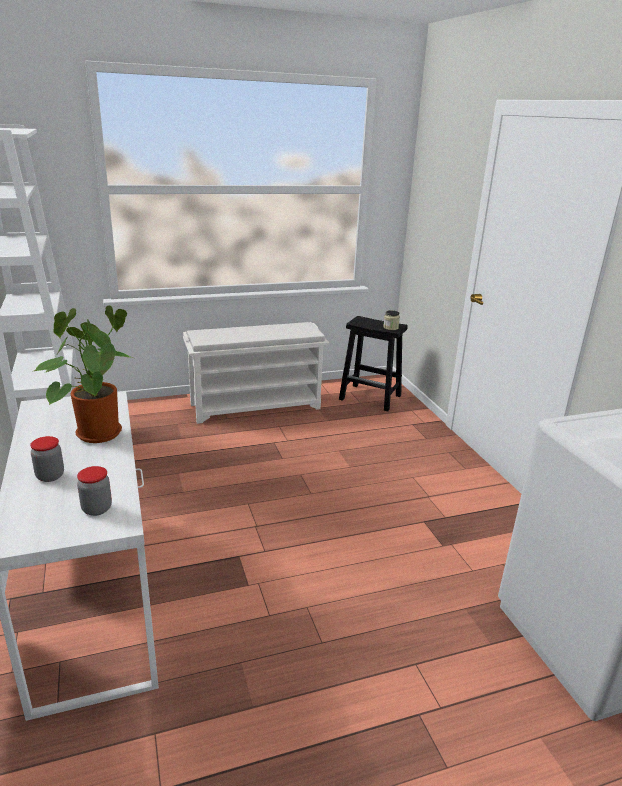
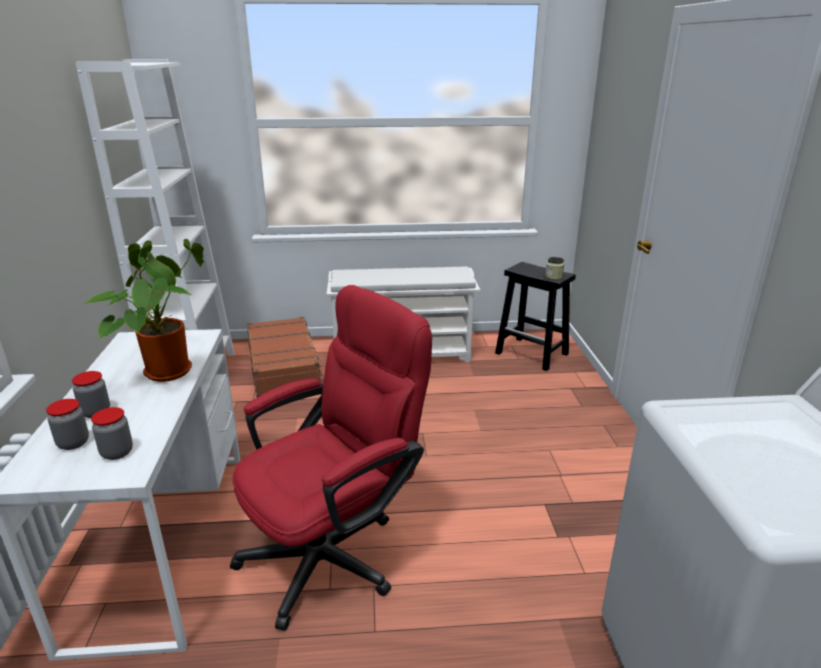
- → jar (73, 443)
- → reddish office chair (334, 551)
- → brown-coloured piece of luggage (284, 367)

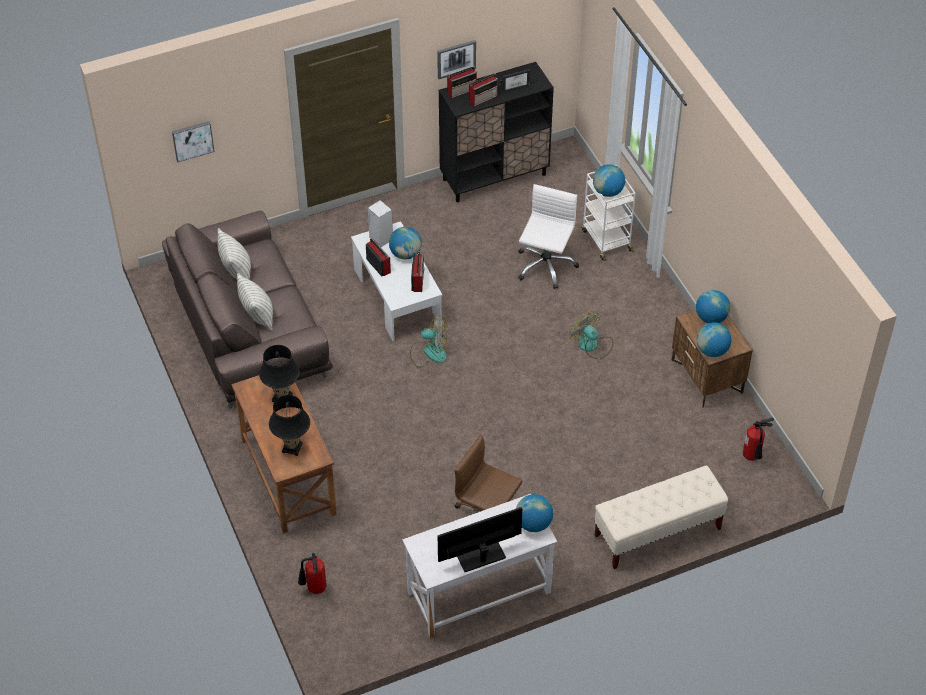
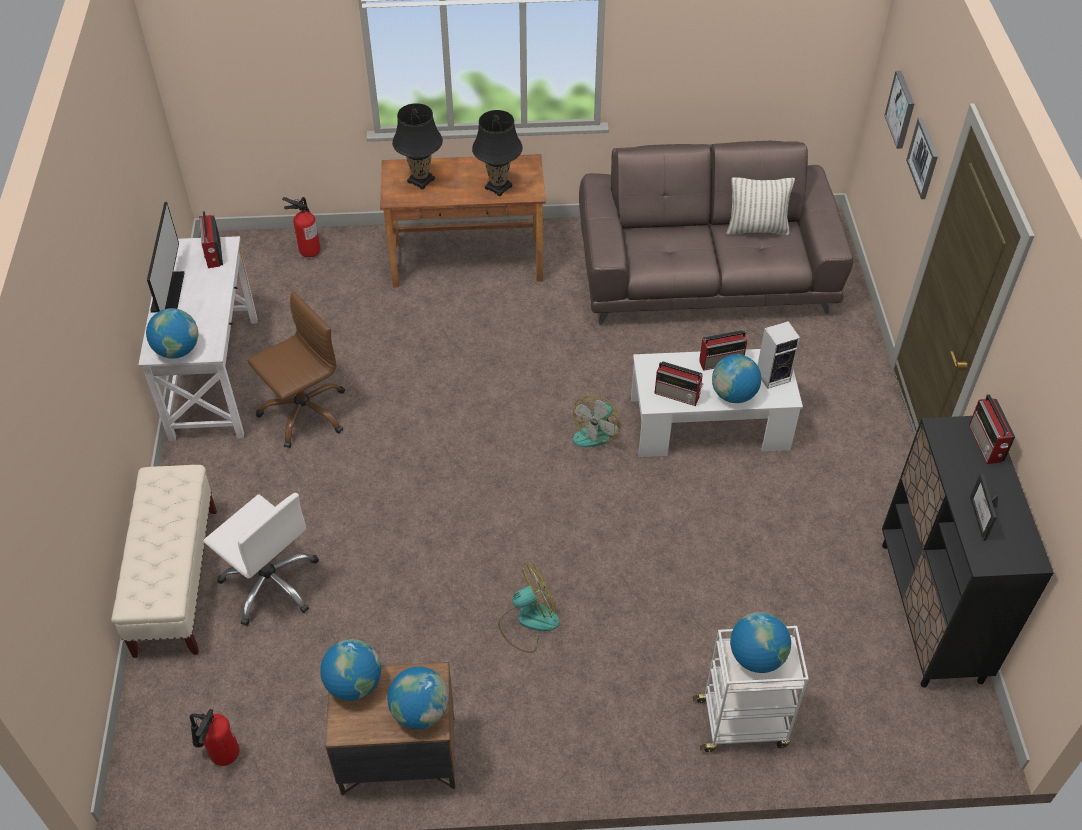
radio set (484, 98) → radio set (213, 254), move
white office chair (545, 265) → white office chair (271, 583), move
picture (456, 58) → picture (923, 158), move
cushion (257, 316) → -

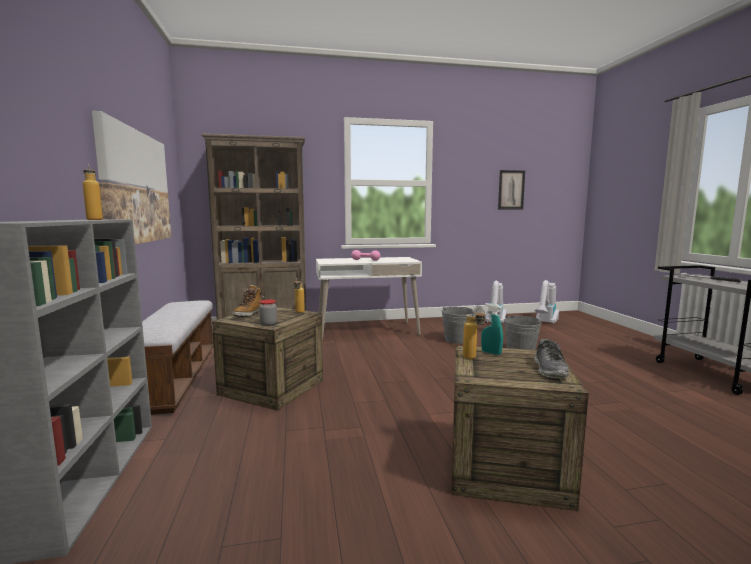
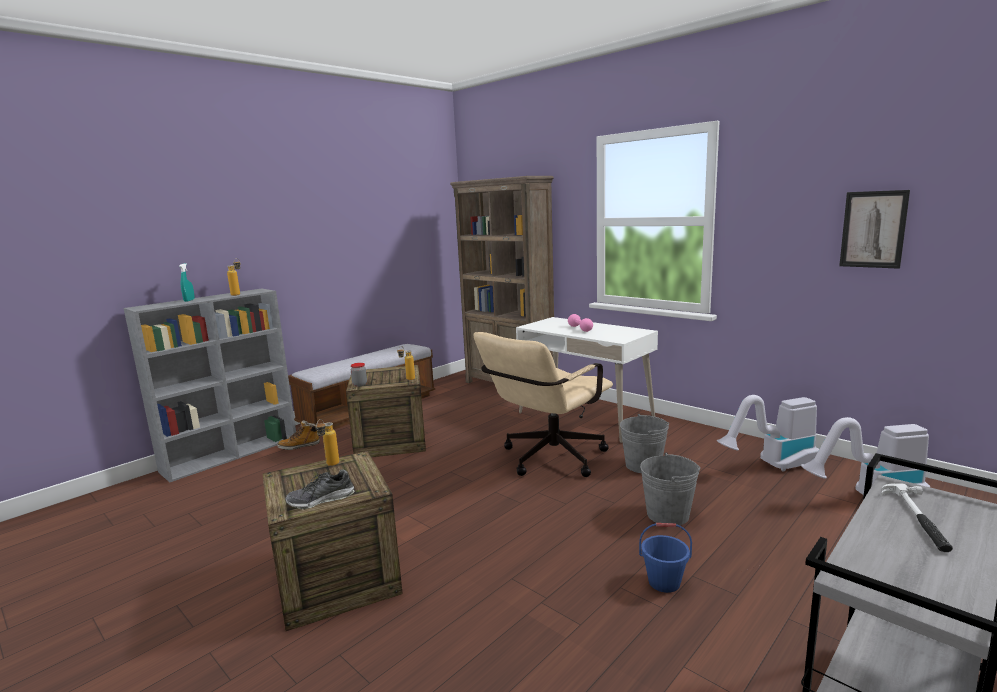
blue-green spray bottle (491, 353) → blue-green spray bottle (189, 300), move
boot (248, 314) → boot (299, 446), move
- → beige-coloured office chair (547, 460)
- → bluish pail (664, 582)
picture (135, 187) → -

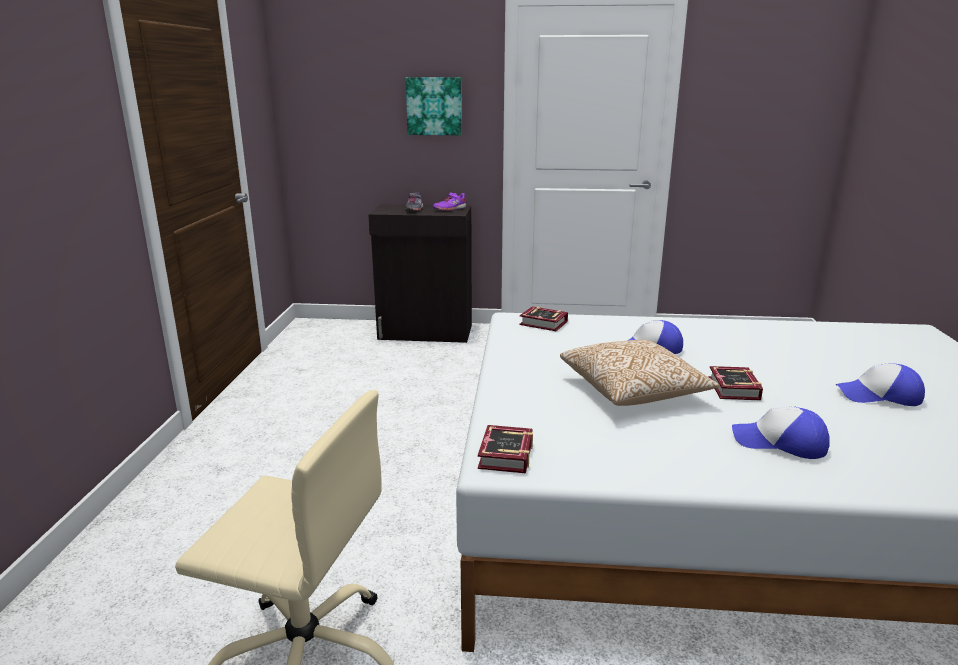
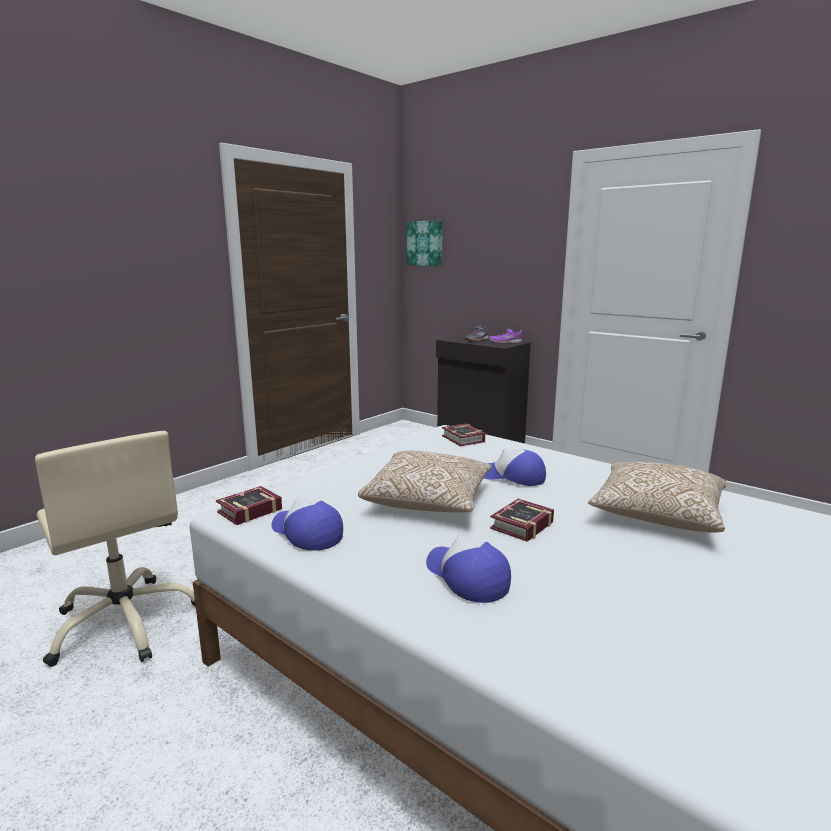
baseball cap (879, 396) → baseball cap (306, 533), move
picture (434, 106) → picture (425, 243), move
- → cushion (657, 514)

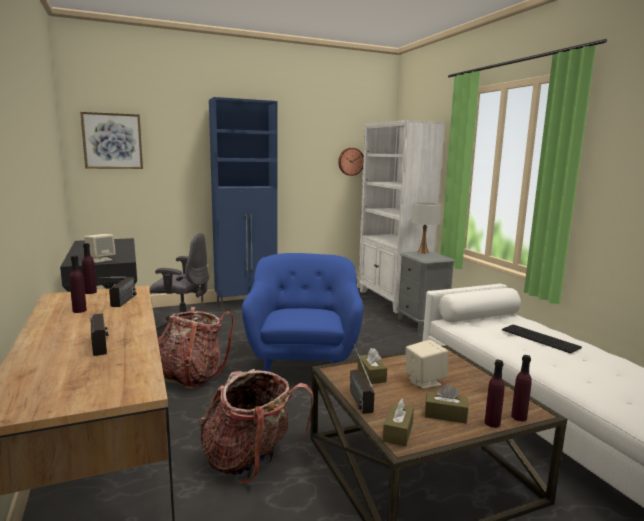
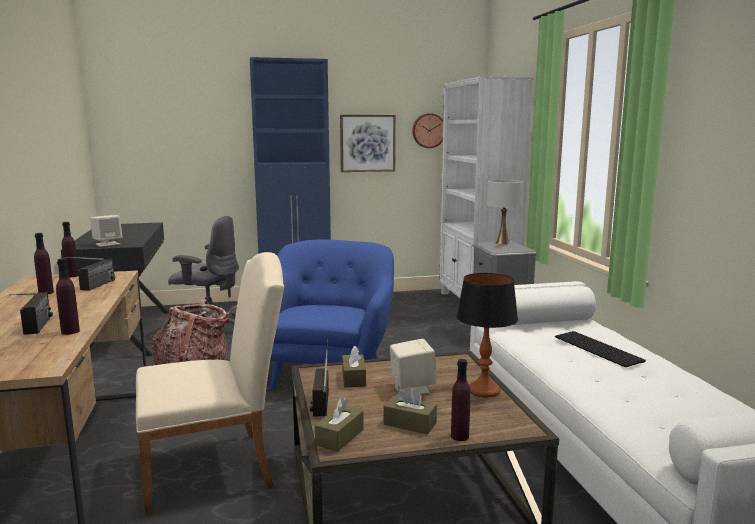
purple-coloured bottle (519, 417) → purple-coloured bottle (70, 331), move
rucksack (251, 460) → beige-coloured chair (217, 468)
picture (112, 141) → picture (367, 143), move
- → lamp for a table (484, 391)

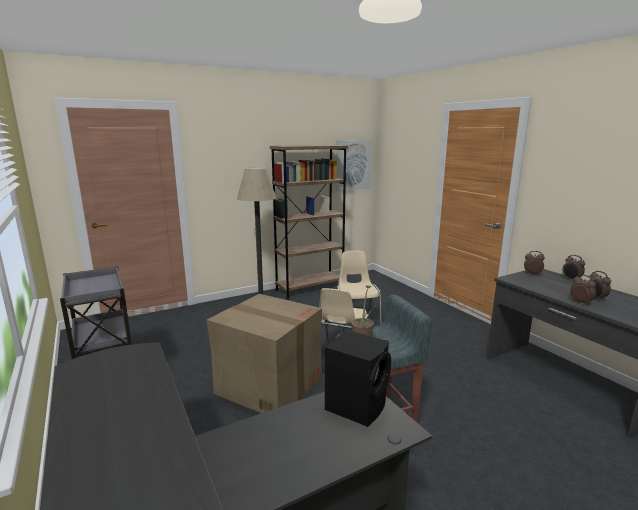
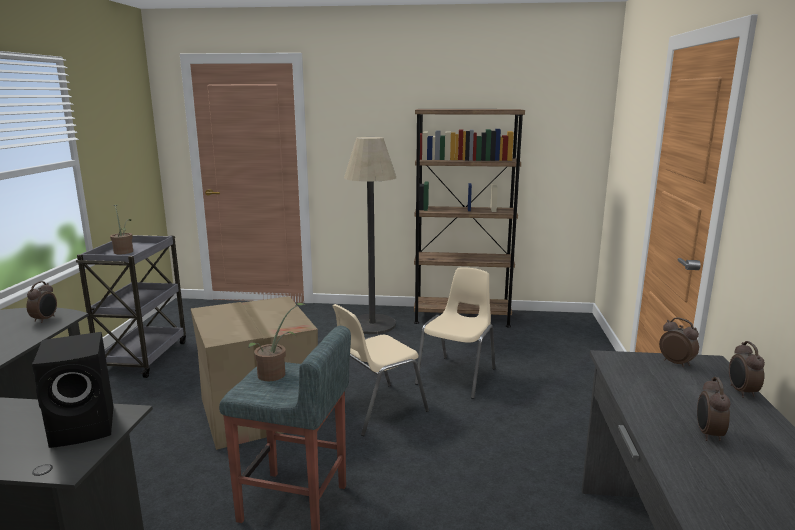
alarm clock (580, 303) → alarm clock (45, 319), move
- → plant in a pot (124, 251)
picture (353, 165) → -

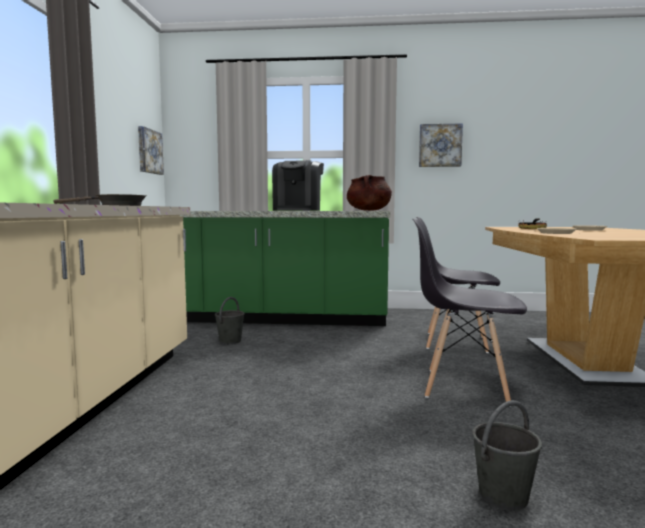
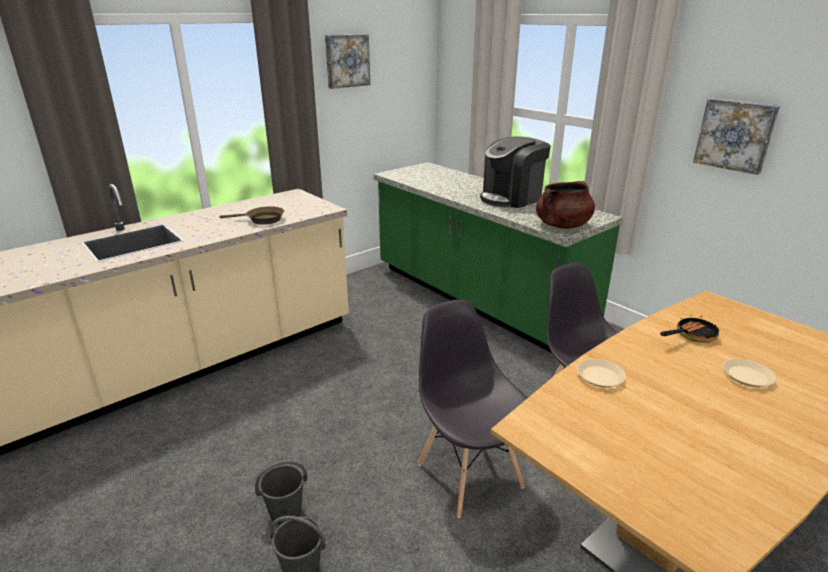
greyish pail (230, 341) → greyish pail (286, 511), move
picture (149, 151) → picture (346, 61), move

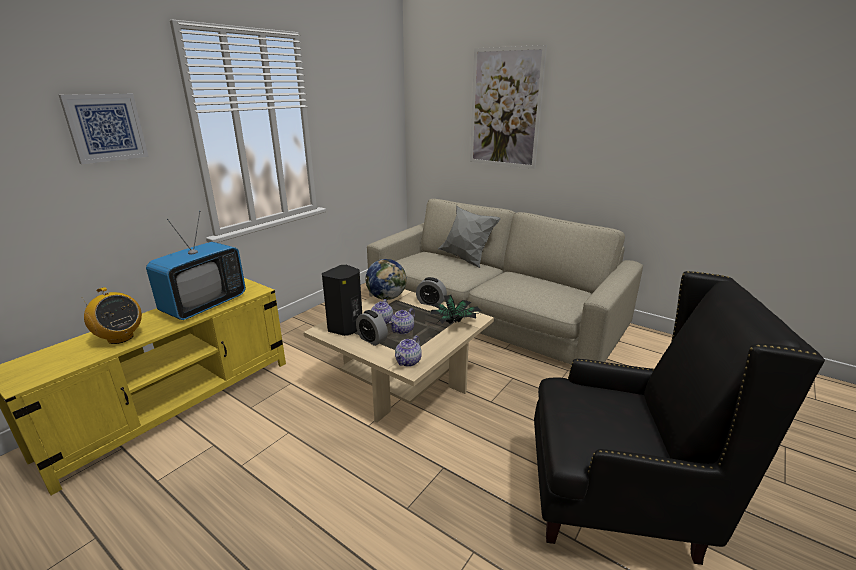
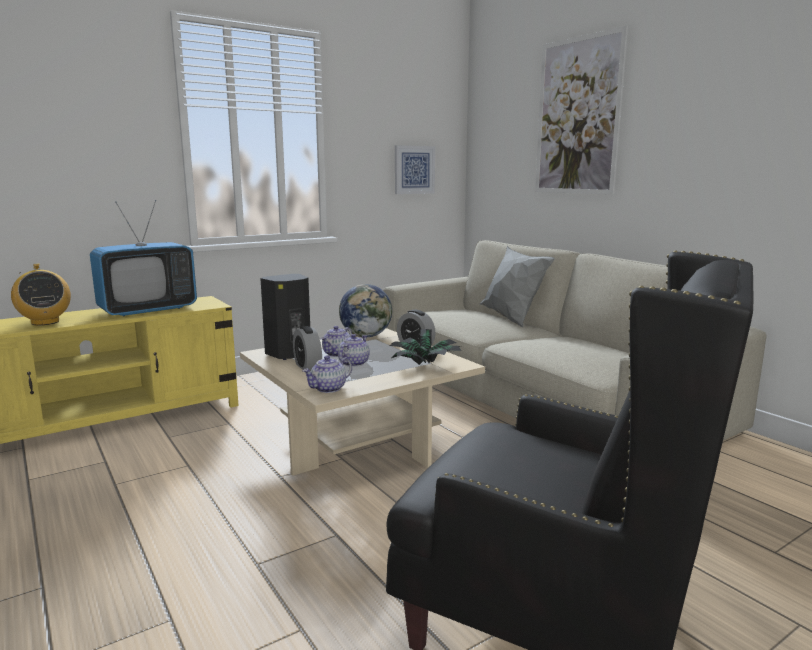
teapot (403, 330) → teapot (353, 363), 150 degrees clockwise
picture (105, 127) → picture (414, 170), move

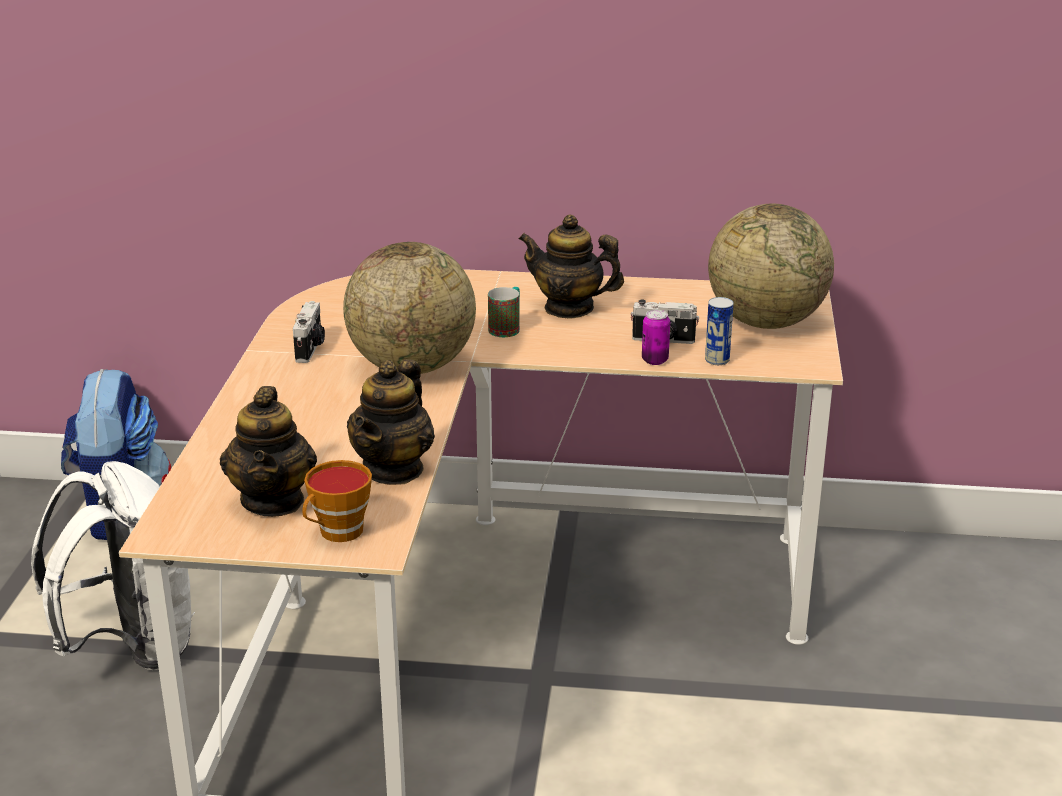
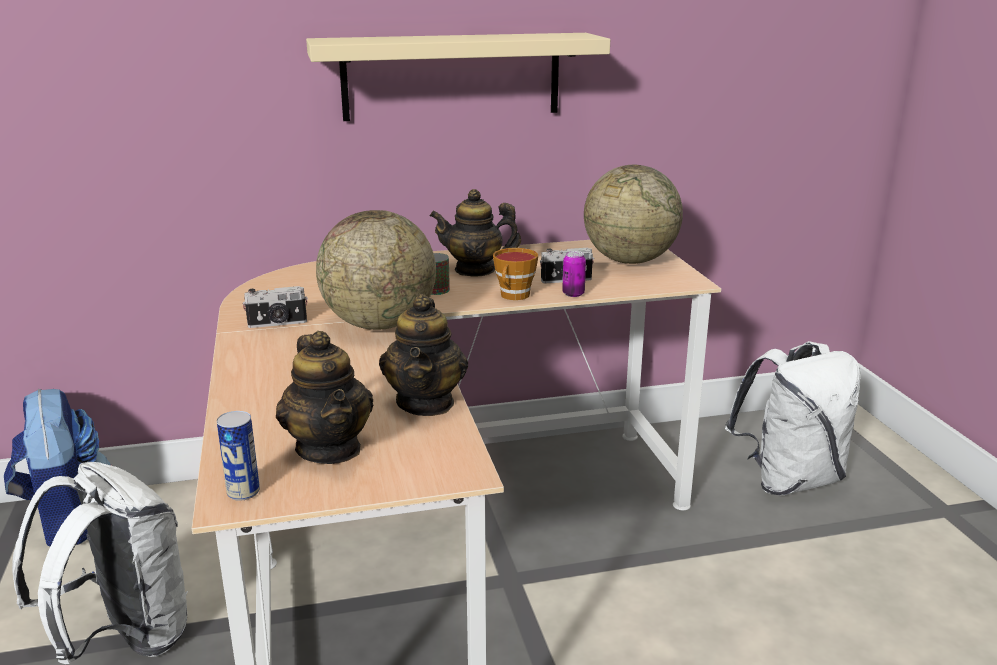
can (717, 360) → can (243, 492), move
photo camera (310, 348) → photo camera (277, 323), 90 degrees clockwise
- → beige-coloured wall shelf (451, 76)
cup (337, 533) → cup (514, 296), move
- → white rucksack (789, 479)

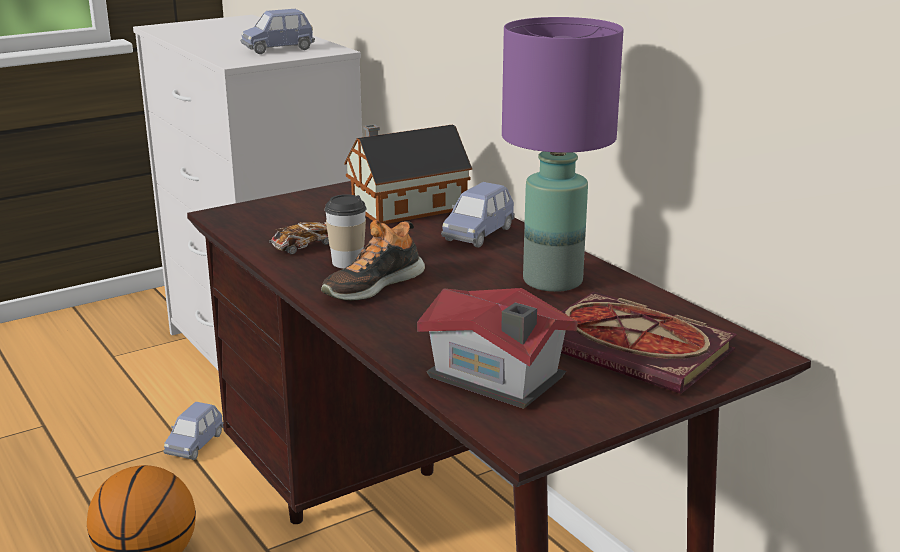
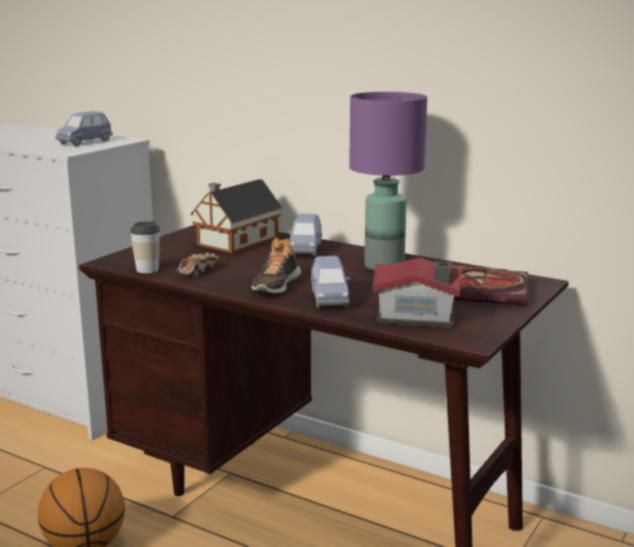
cup (347, 262) → cup (147, 270), move
bluish miniature car (195, 445) → bluish miniature car (329, 299), move

